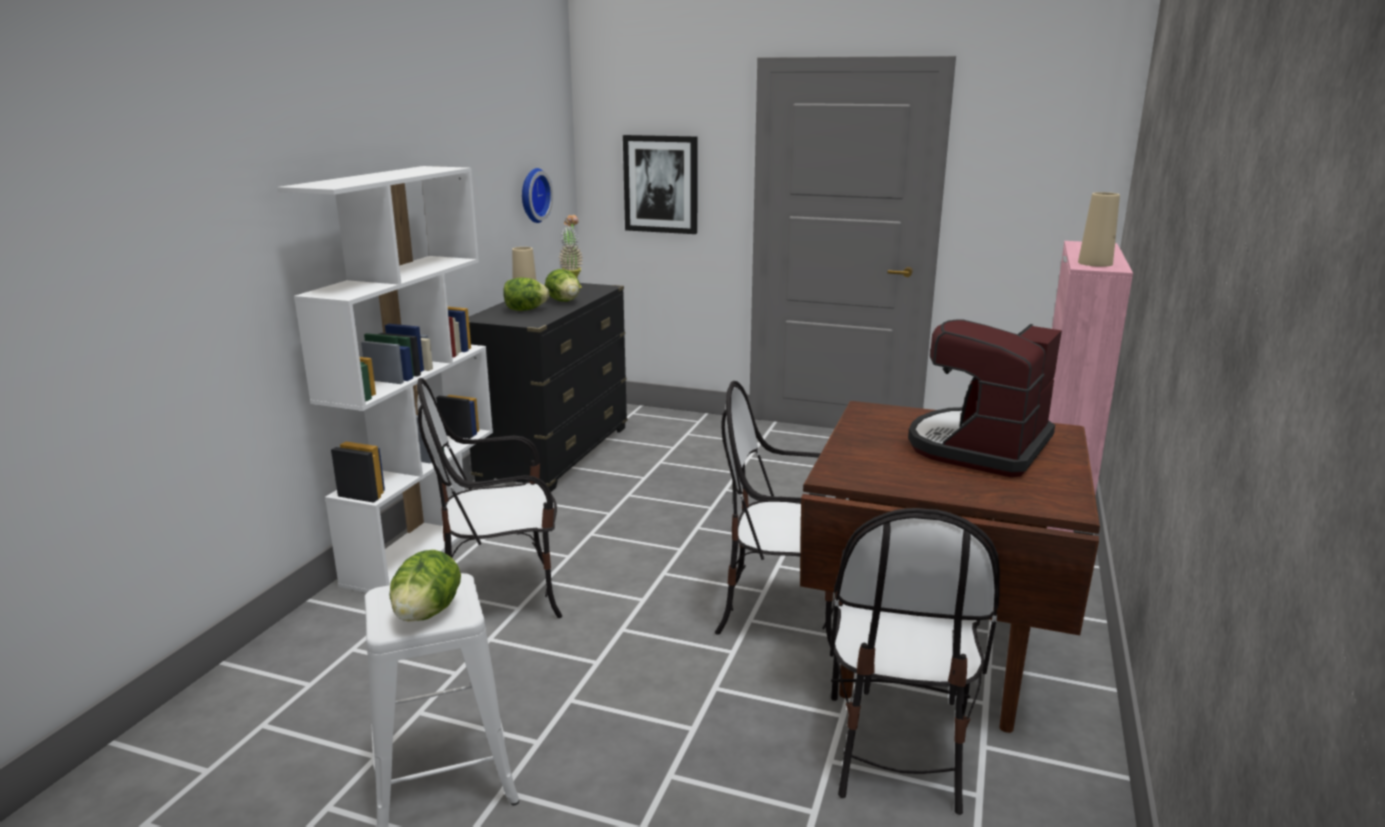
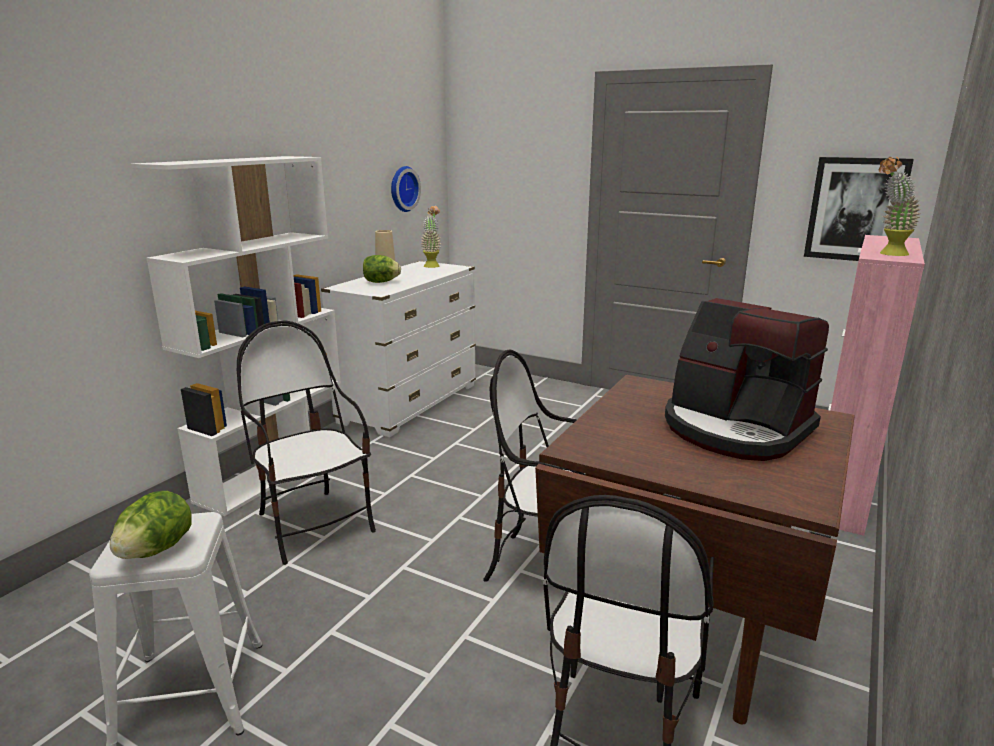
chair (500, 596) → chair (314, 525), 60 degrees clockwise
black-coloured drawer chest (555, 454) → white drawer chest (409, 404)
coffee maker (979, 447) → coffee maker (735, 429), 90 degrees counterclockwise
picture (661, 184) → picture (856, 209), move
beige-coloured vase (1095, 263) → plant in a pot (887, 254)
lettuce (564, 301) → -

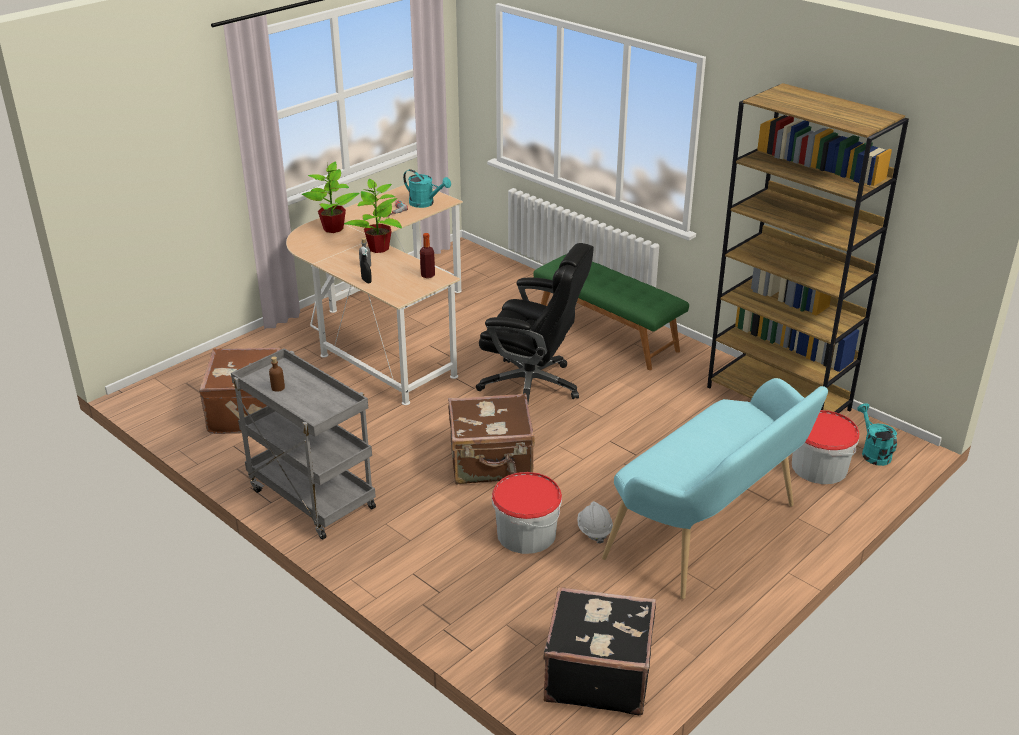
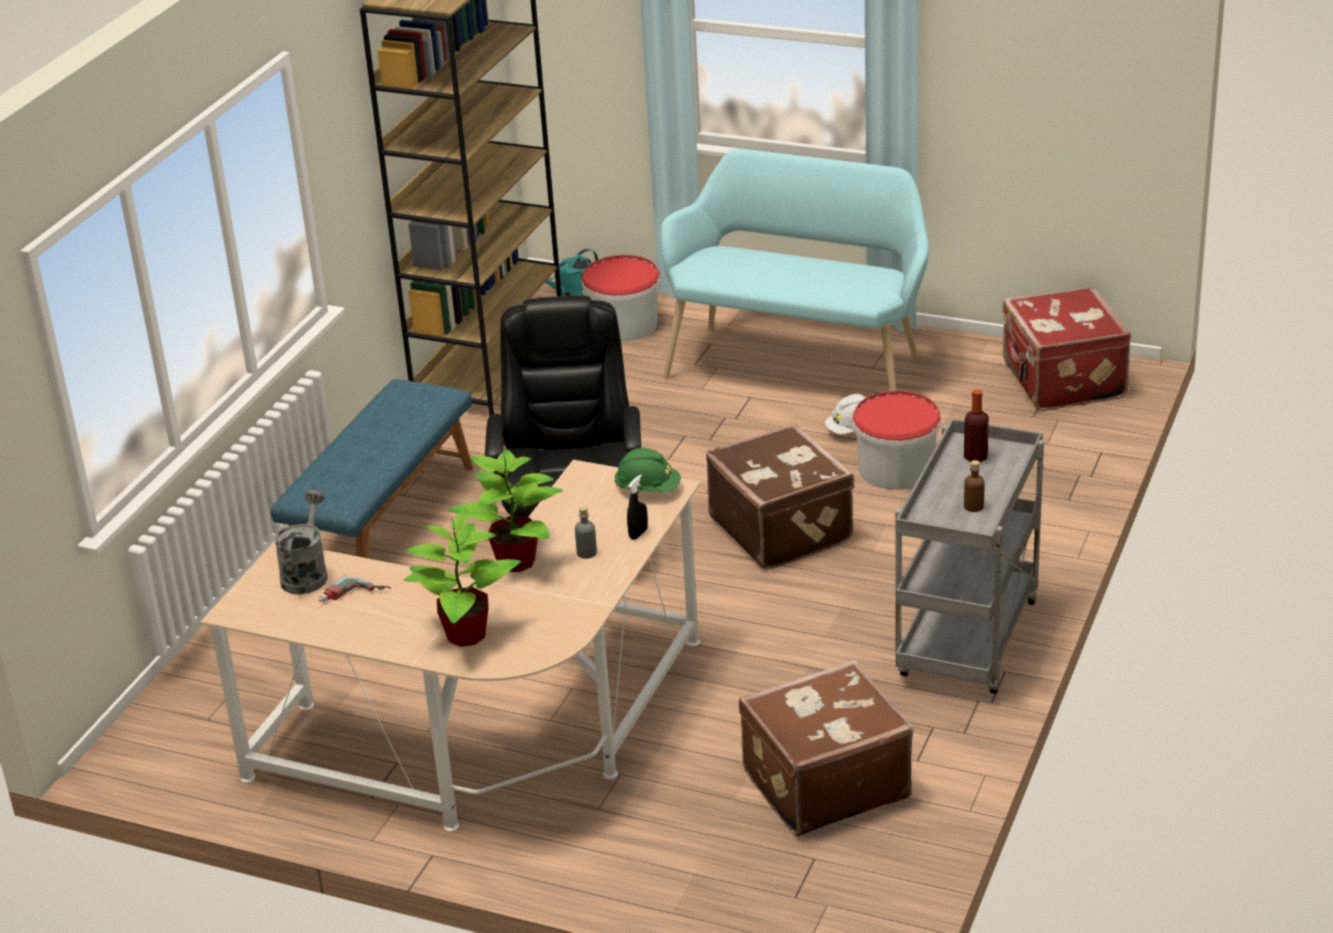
green bench (607, 333) → bluish bench (383, 523)
blue-green sprinkling can (425, 203) → greyish sprinkling can (306, 573)
- → green hard hat (648, 489)
bottle (428, 275) → bottle (975, 457), move
black-coloured piece of luggage (597, 674) → reddish piece of luggage (1061, 381)

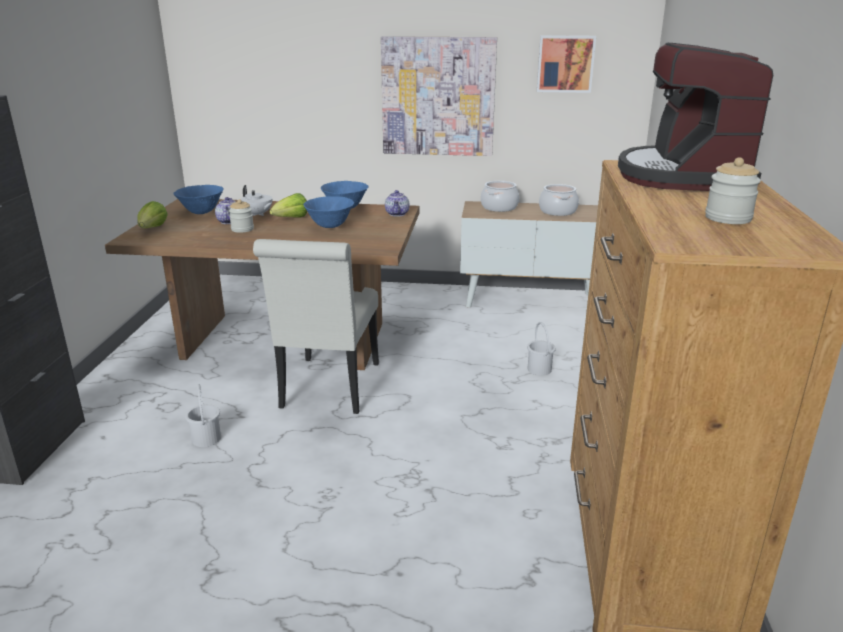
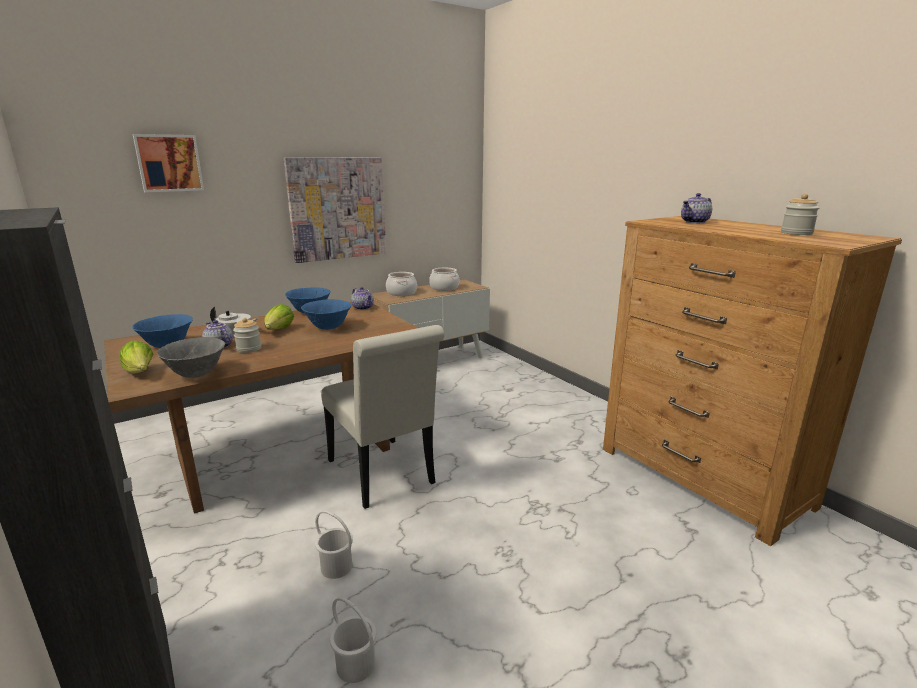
picture (565, 63) → picture (169, 163), move
- → greyish bowl (196, 375)
white pail (539, 369) → white pail (356, 664), move
coffee maker (684, 176) → teapot (695, 222)

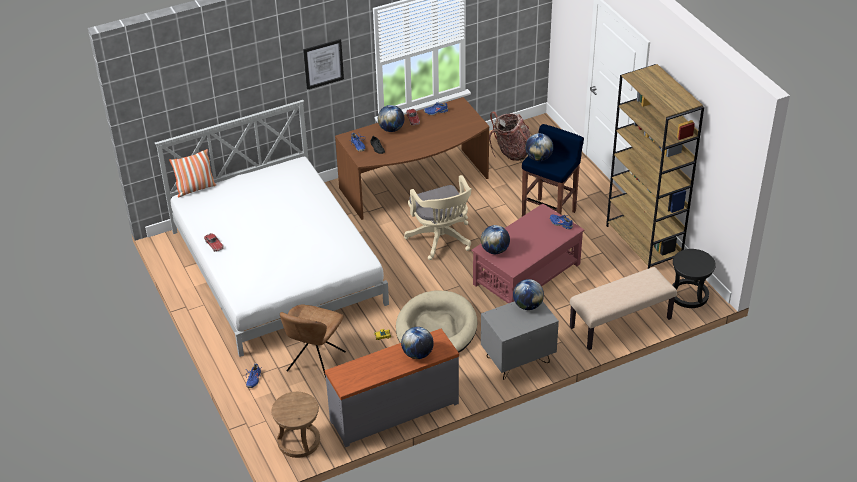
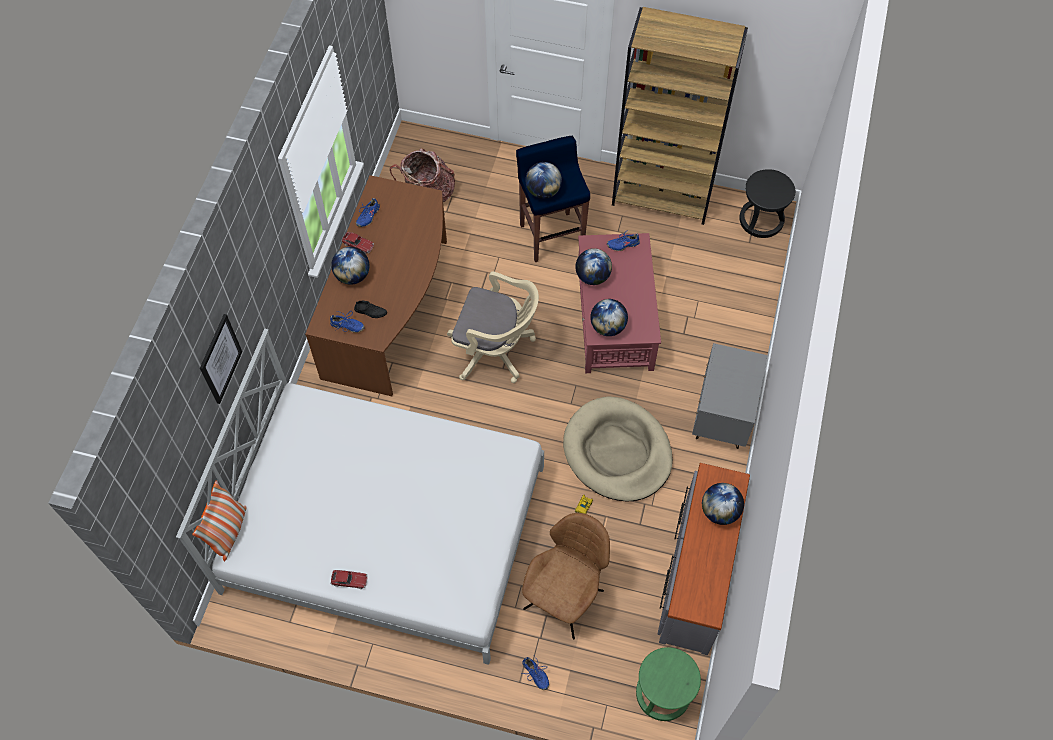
picture (323, 64) → picture (220, 359), move
brown-coloured chair (315, 363) → brown-coloured chair (565, 597), 120 degrees counterclockwise
desk globe (527, 305) → desk globe (592, 276), move
brown-coloured sitting stool (298, 441) → green sitting stool (662, 693)
beige-coloured bench (620, 323) → -

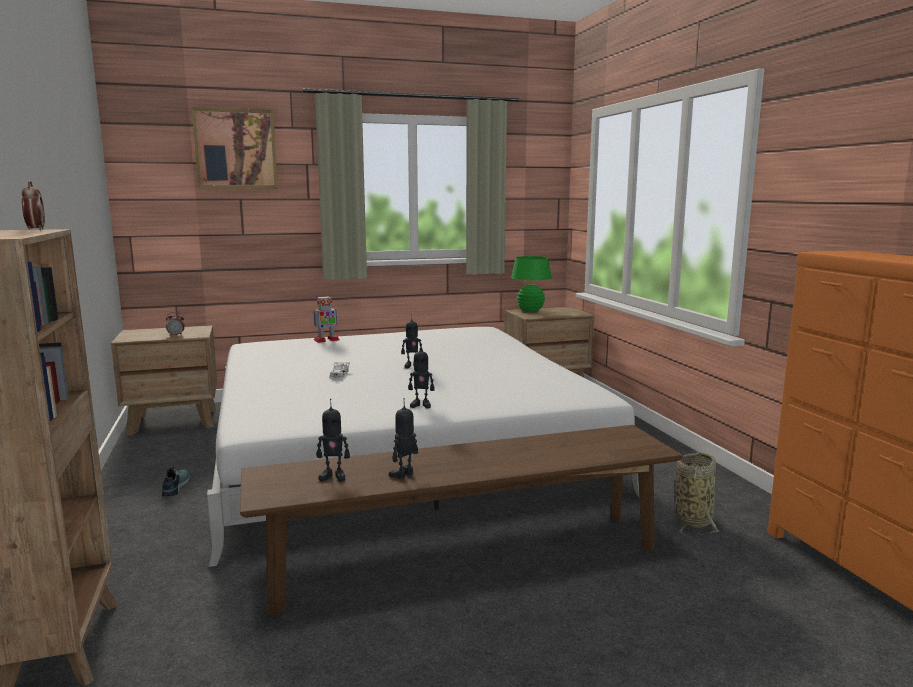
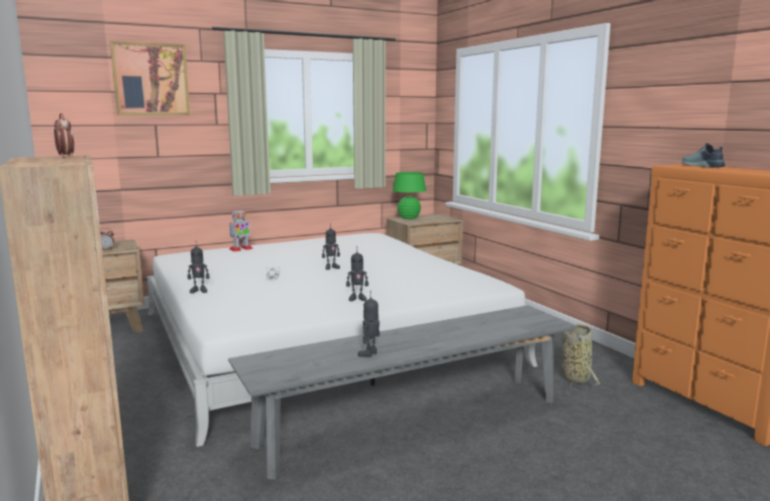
robot figure (333, 476) → robot figure (199, 291), move
brown-coloured bench (467, 560) → greyish bench (414, 422)
low shoe (174, 487) → low shoe (700, 166), move

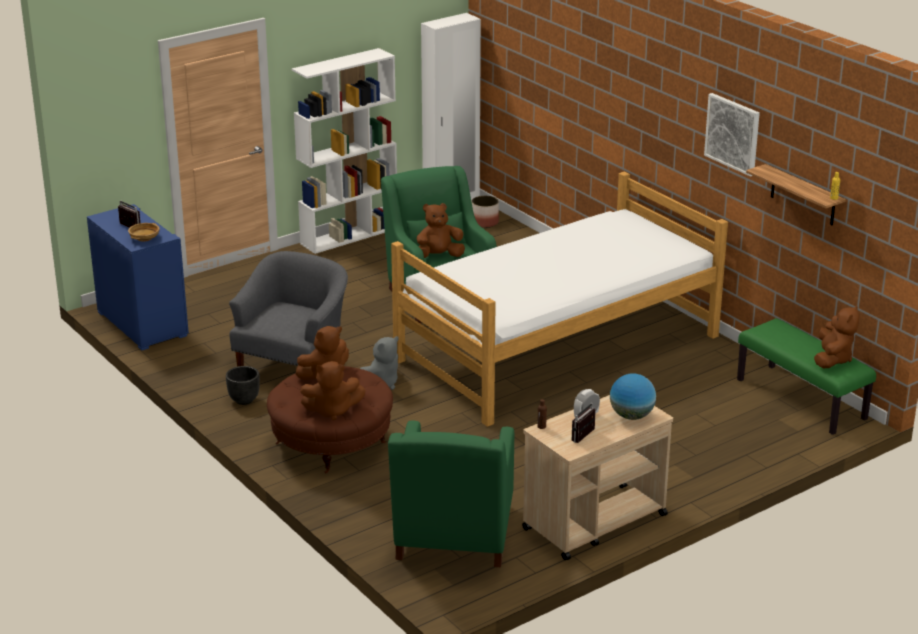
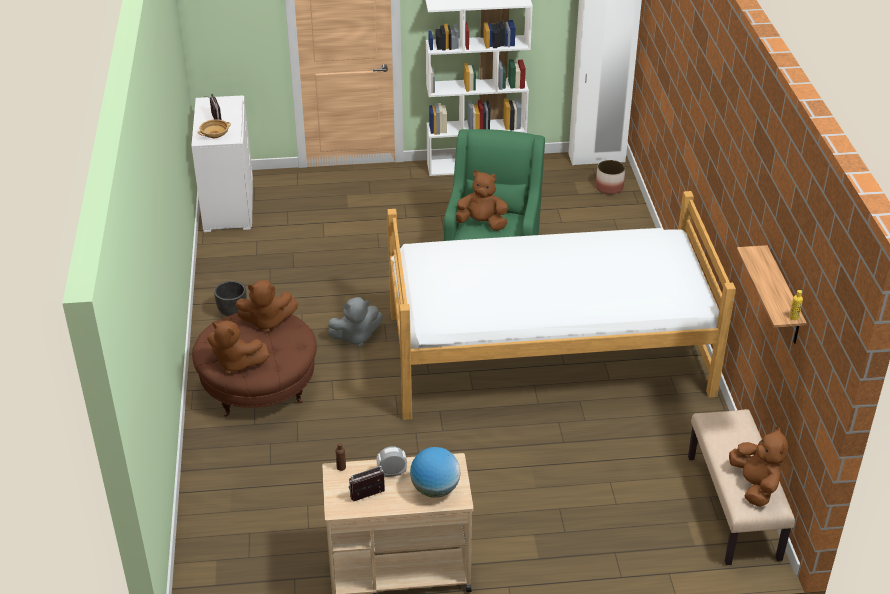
bluish drawer chest (141, 324) → white drawer chest (227, 204)
green bench (802, 399) → beige-coloured bench (734, 507)
brown-coloured soft toy (832, 359) → brown-coloured soft toy (755, 486), 60 degrees counterclockwise
greyish lounge chair (294, 366) → -
green lounge chair (453, 537) → -
picture (733, 133) → -

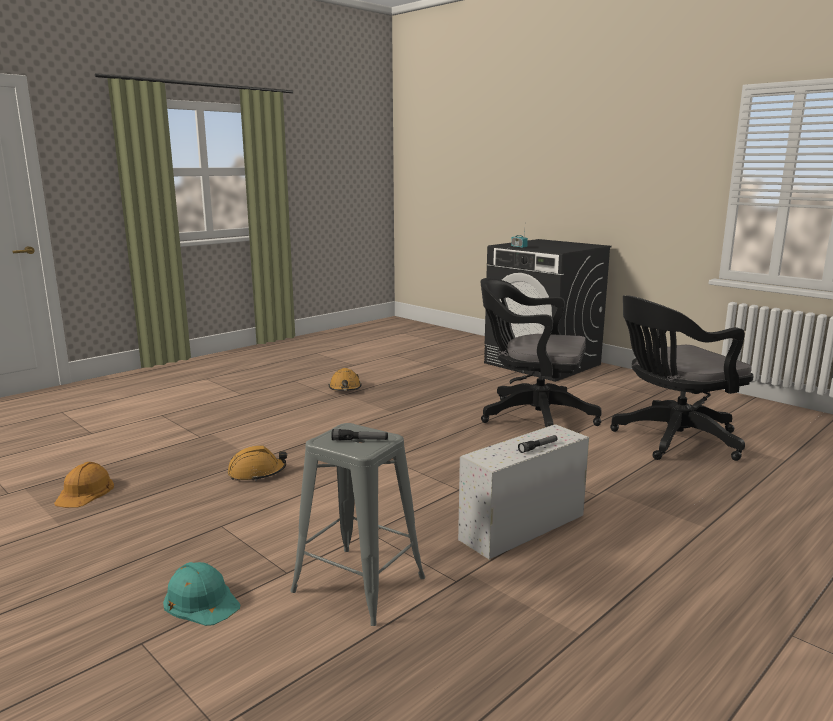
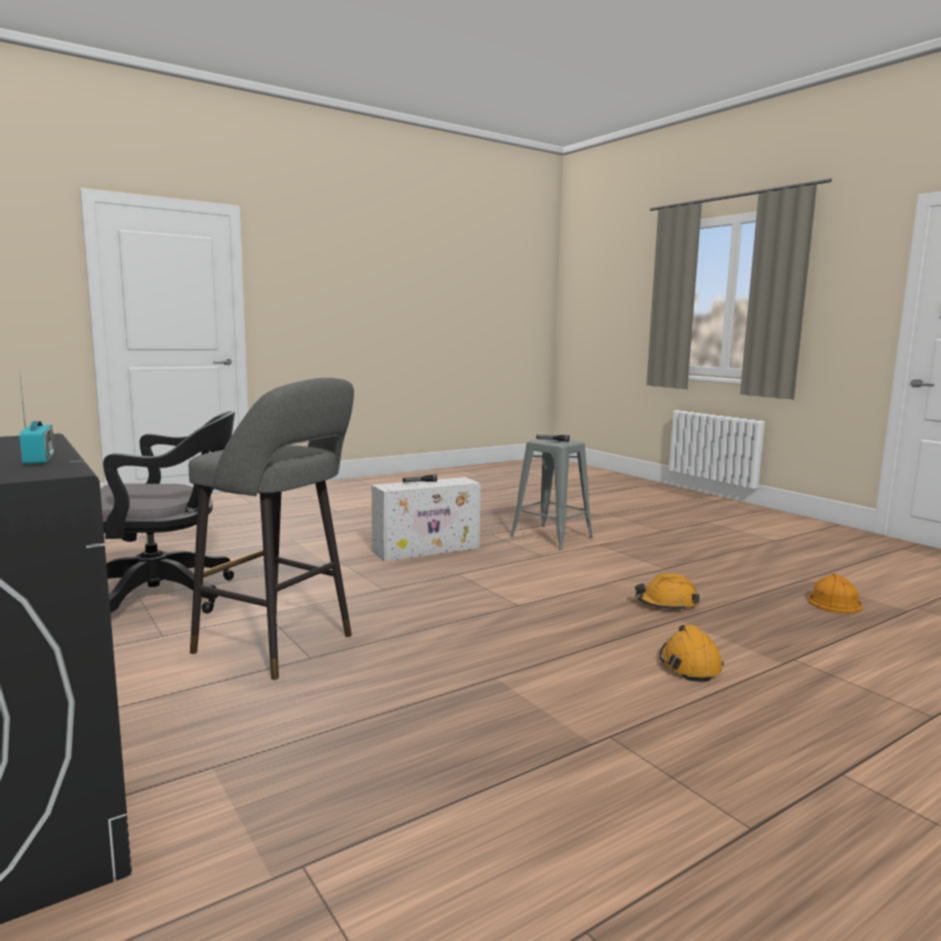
black-coloured office chair (531, 417) → greyish sitting stool (280, 646)
orange-coloured hard hat (345, 388) → orange-coloured hard hat (689, 664), move
blue-green hard hat (201, 601) → -

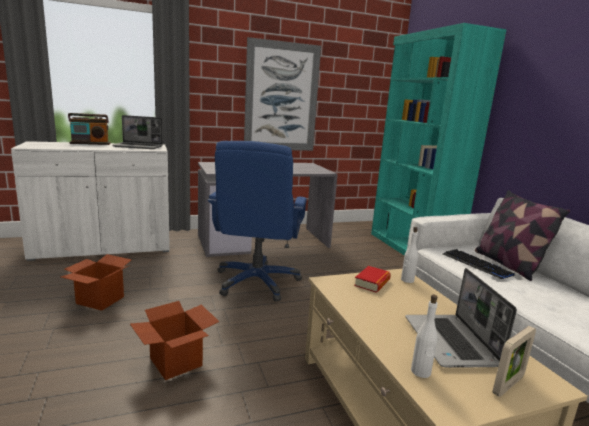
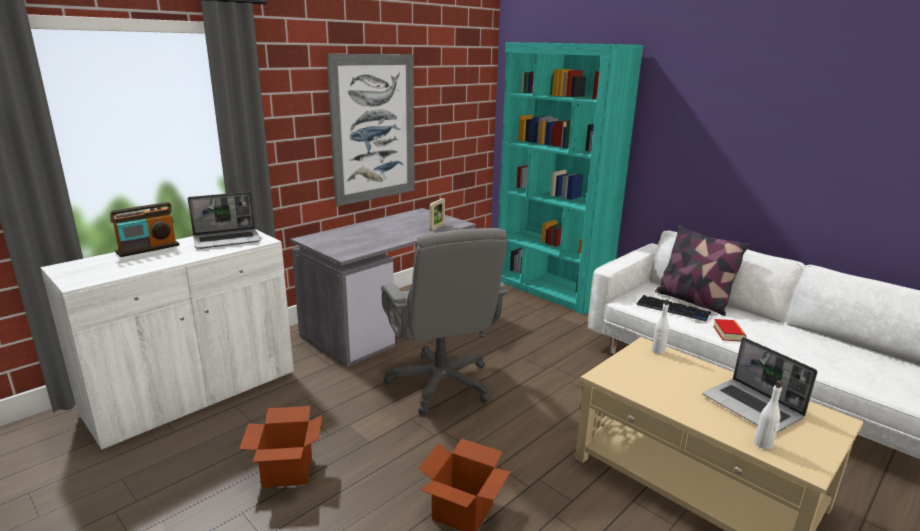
bluish office chair (257, 282) → greyish office chair (441, 383)
standing frame (508, 385) → standing frame (437, 227), move
volume (372, 283) → volume (728, 333), move

